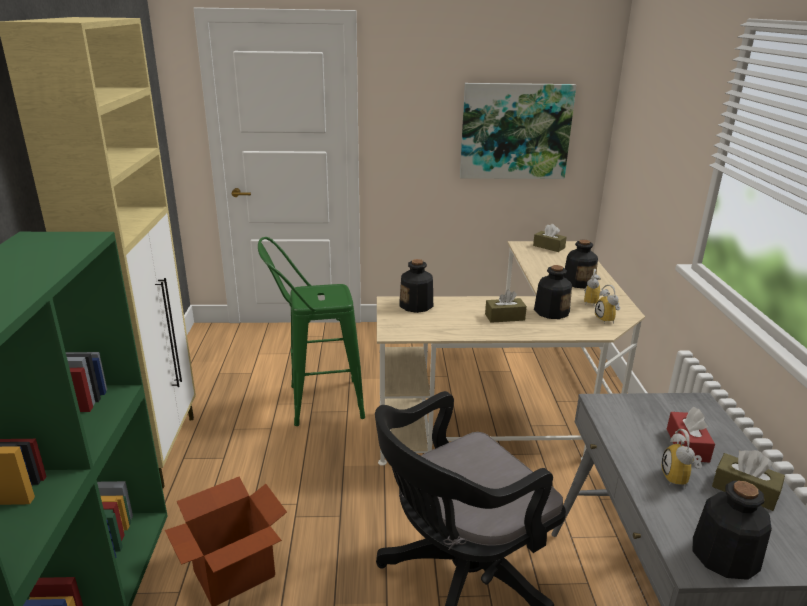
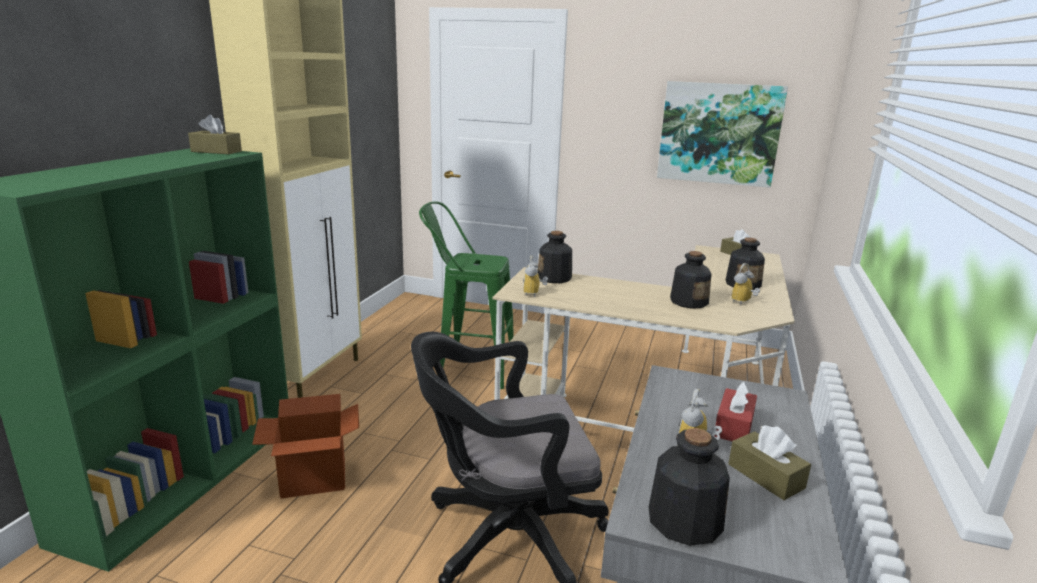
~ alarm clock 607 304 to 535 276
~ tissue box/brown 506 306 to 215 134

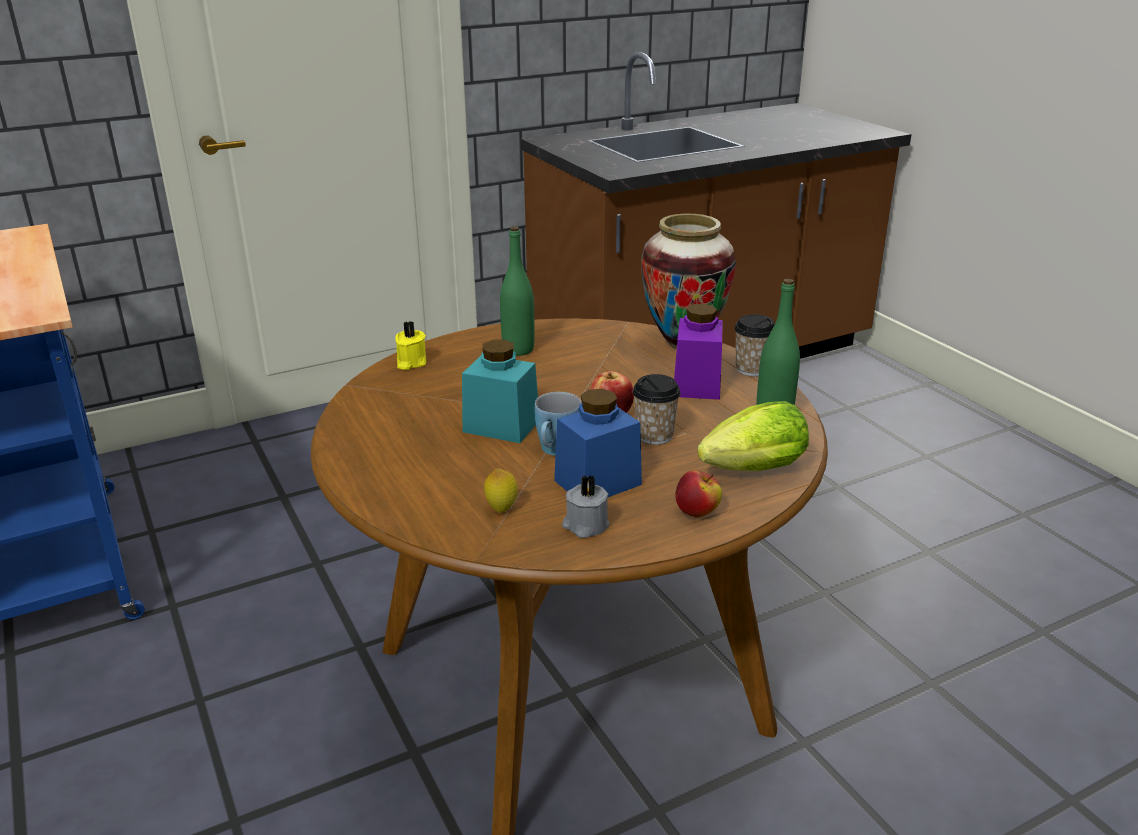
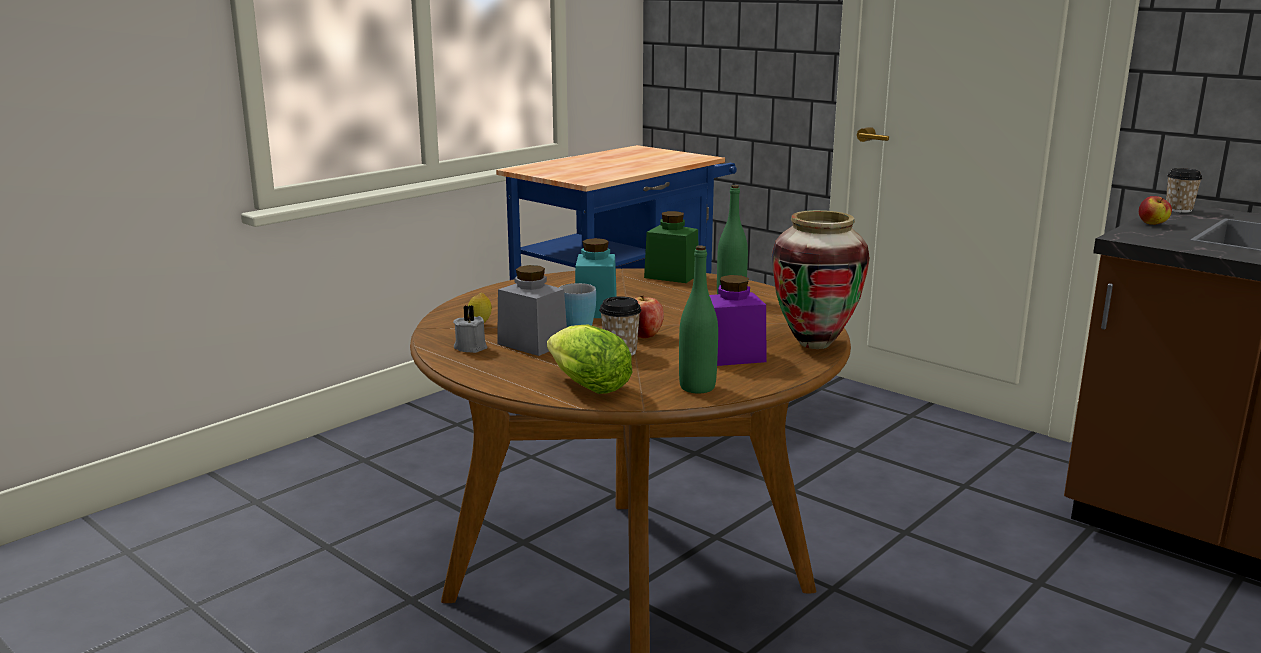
~ cup 754 345 to 1184 190
~ candle/yellow 410 345 to jar/green 671 247
~ jar/blue 598 443 to jar/grey 532 310
~ apple 698 493 to 1155 210

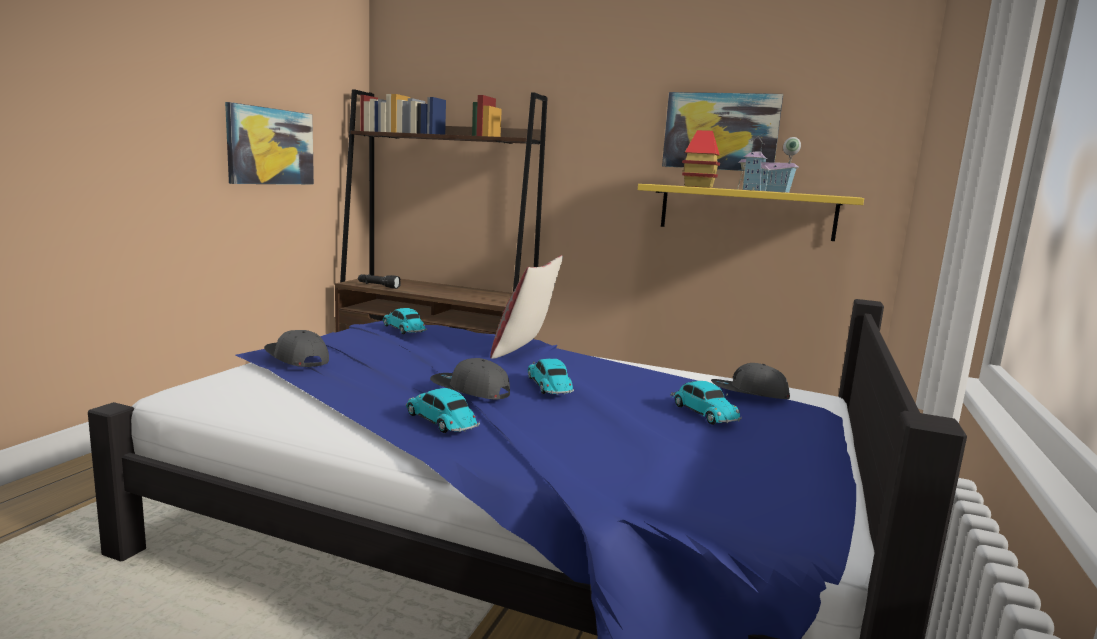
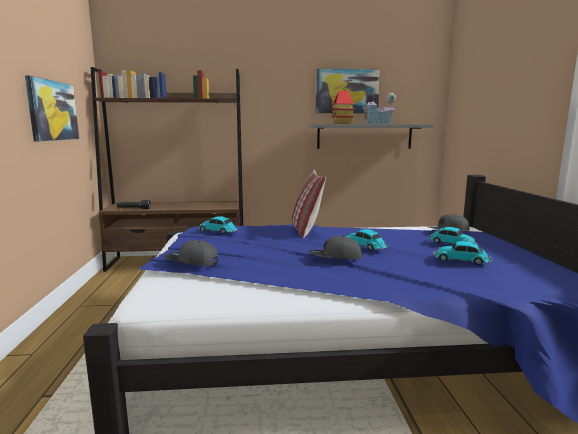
~ shelf/yellow 751 212 to shelf/grey 370 136
~ toy car 443 410 to 462 253

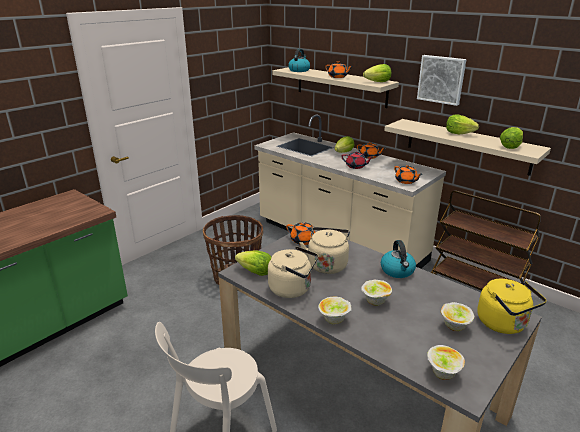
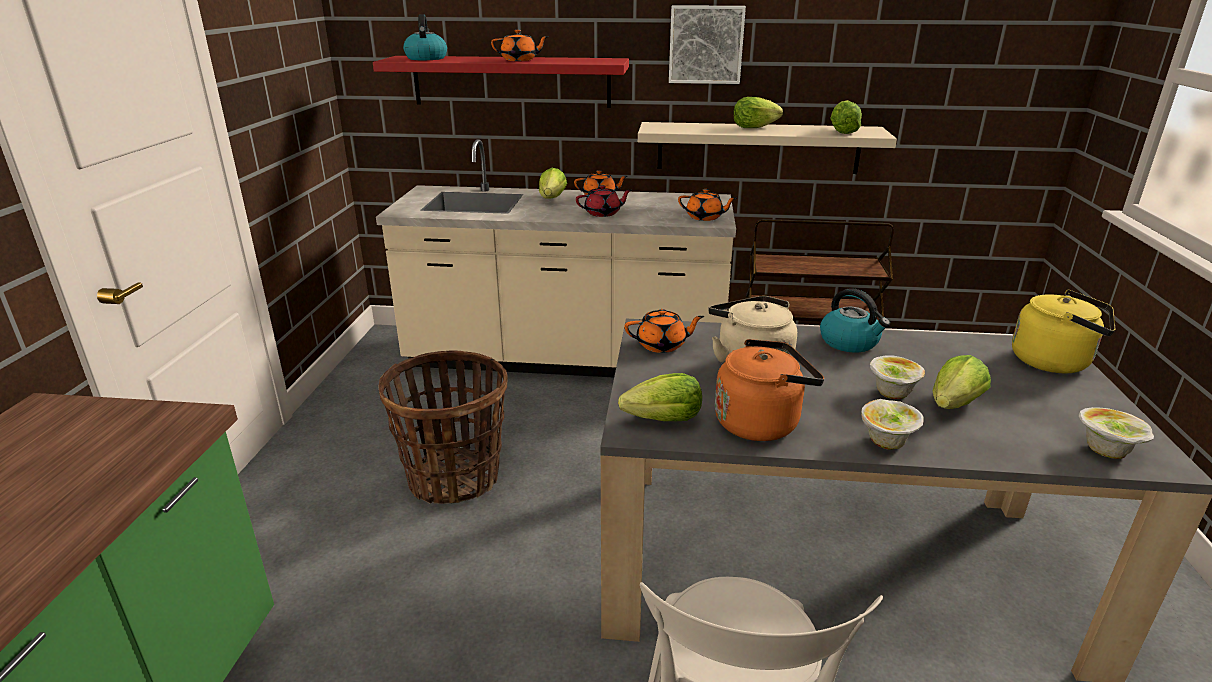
~ lettuce 377 73 to 962 382
~ shelf/beige 335 87 to shelf/red 501 82
~ kettle/beige 293 272 to kettle/orange 769 390
- bowl 457 316

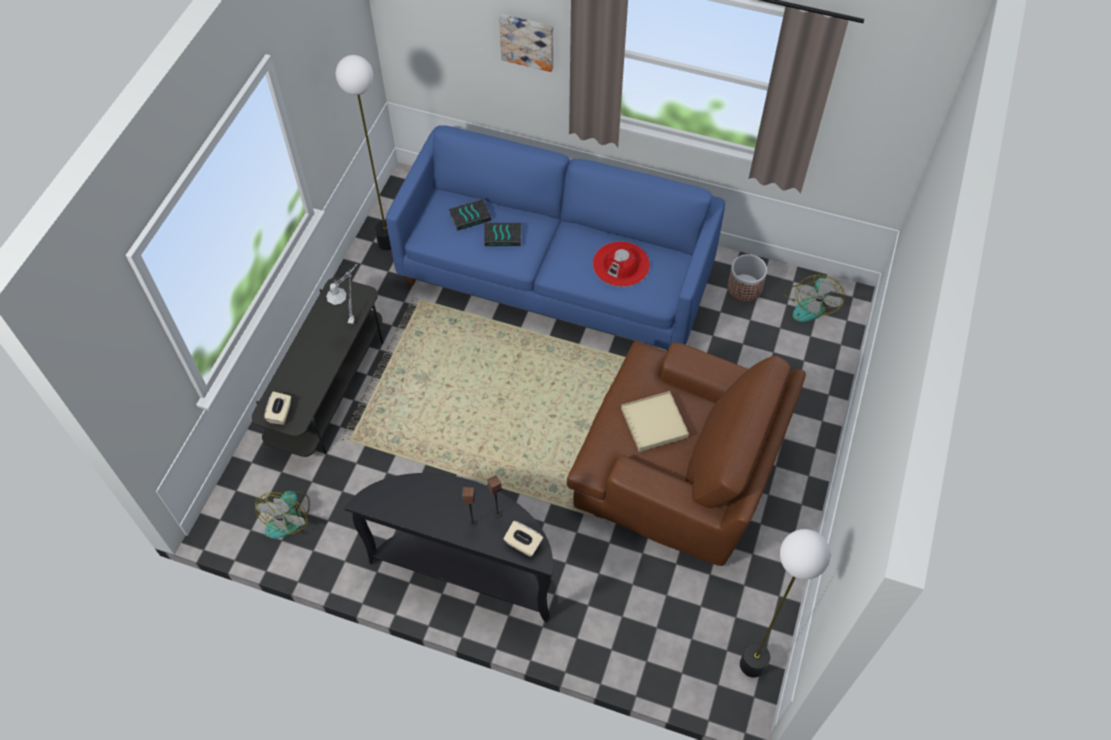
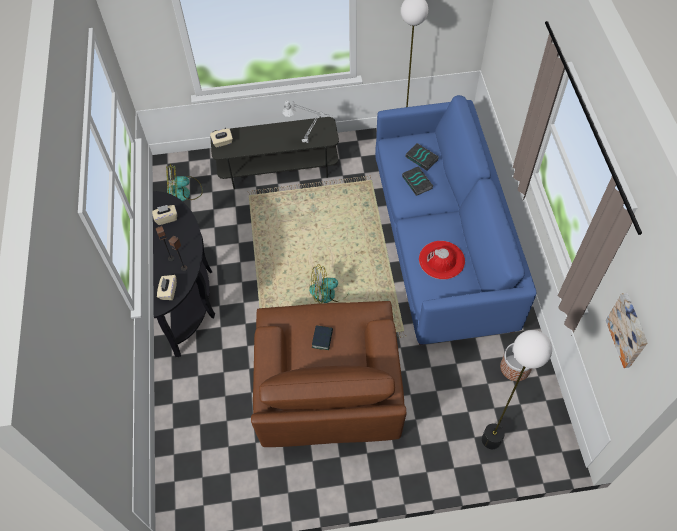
~ picture 526 43 to 627 330
~ fan 814 298 to 328 283
~ tray/beige 655 421 to book 322 337
~ floor lamp 785 603 to 517 389
+ tissue box/beige 164 215

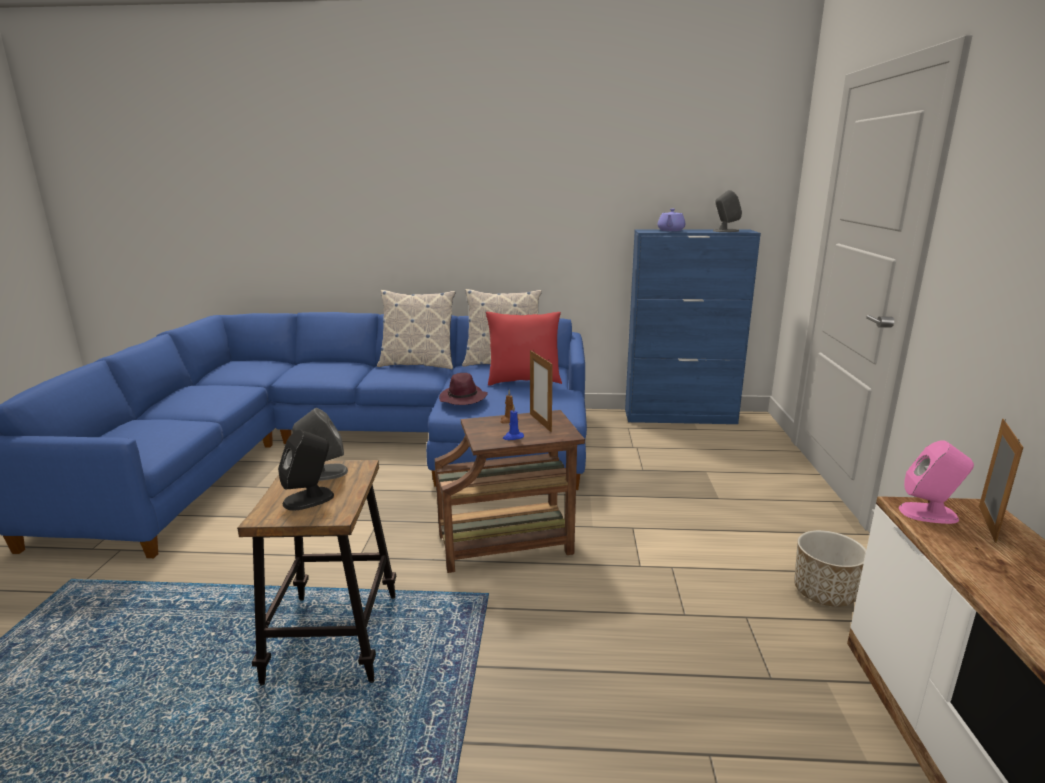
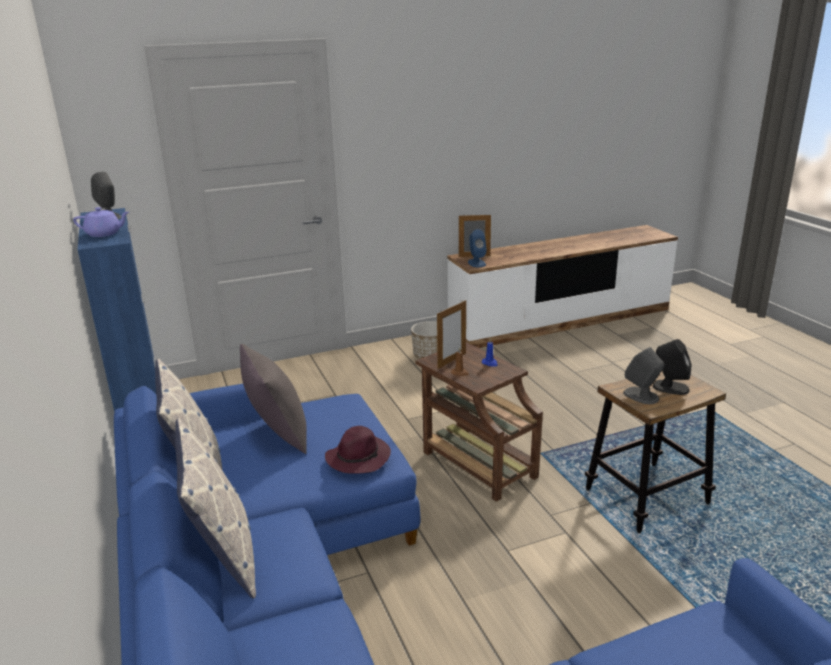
~ pillow/red 524 349 to pillow/grey 273 399
~ speaker/pink 936 482 to speaker/blue 477 248

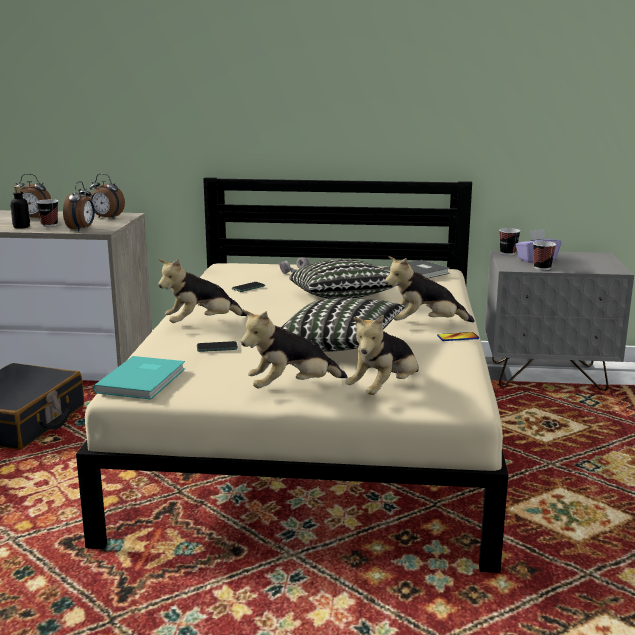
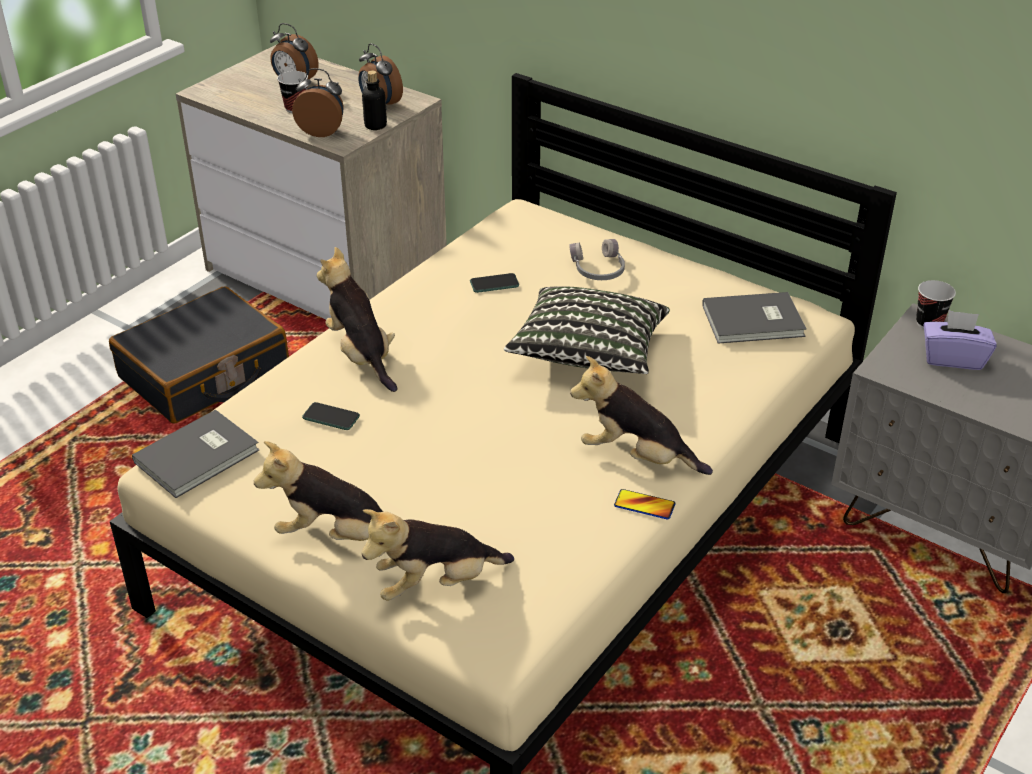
~ alarm clock 79 206 = 318 102 120 degrees counterclockwise
~ bottle 20 207 to 374 100
- cup 544 255
~ plush toy 202 291 = 357 319 60 degrees clockwise
- pillow 343 325
~ book/turquoise 139 377 to book/grey 196 453

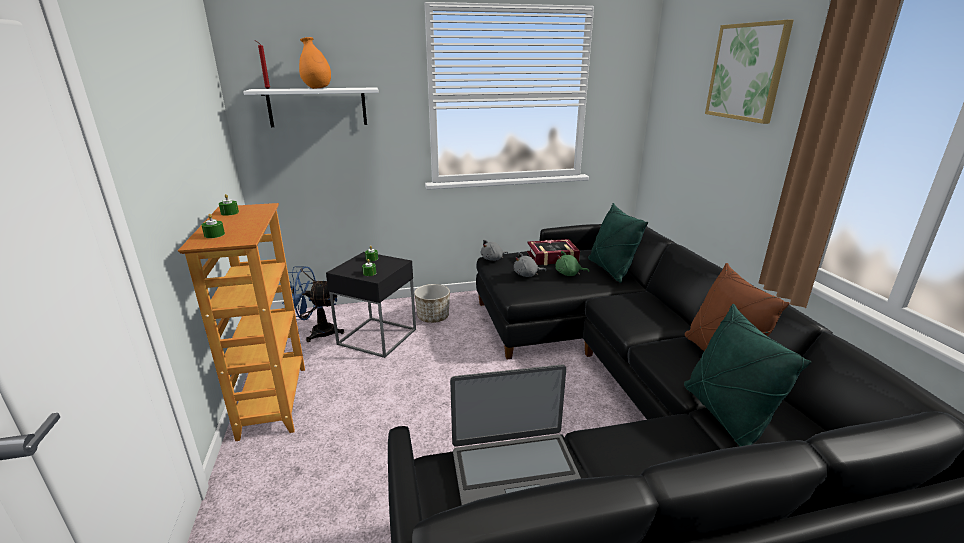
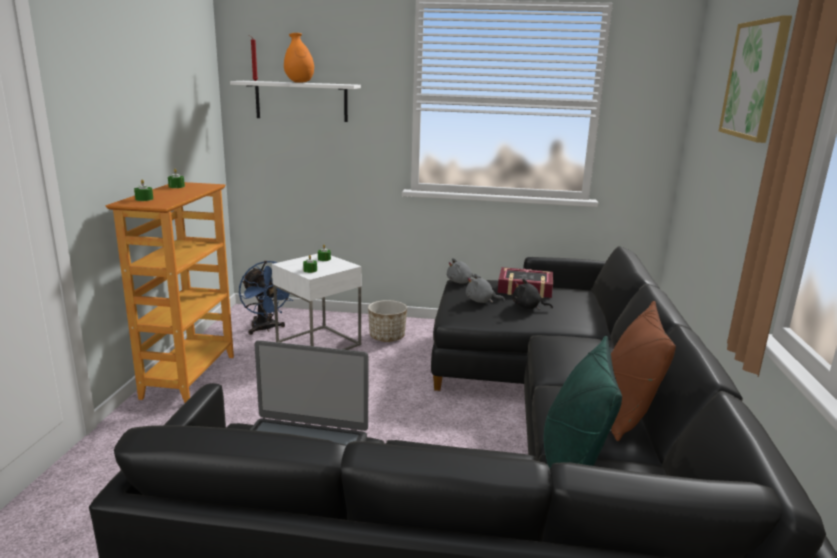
- pillow/green 618 243
~ plush toy/green 572 263 to plush toy/black 532 294
~ side table/black 371 305 to side table/white 317 302
~ fan/blue 313 304 = 266 298 150 degrees counterclockwise

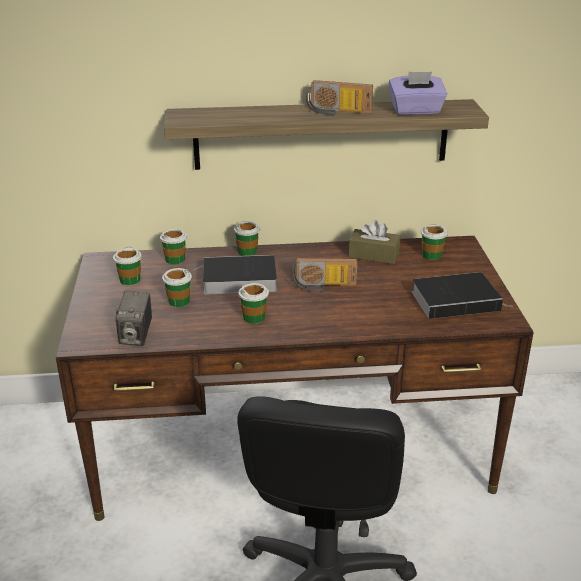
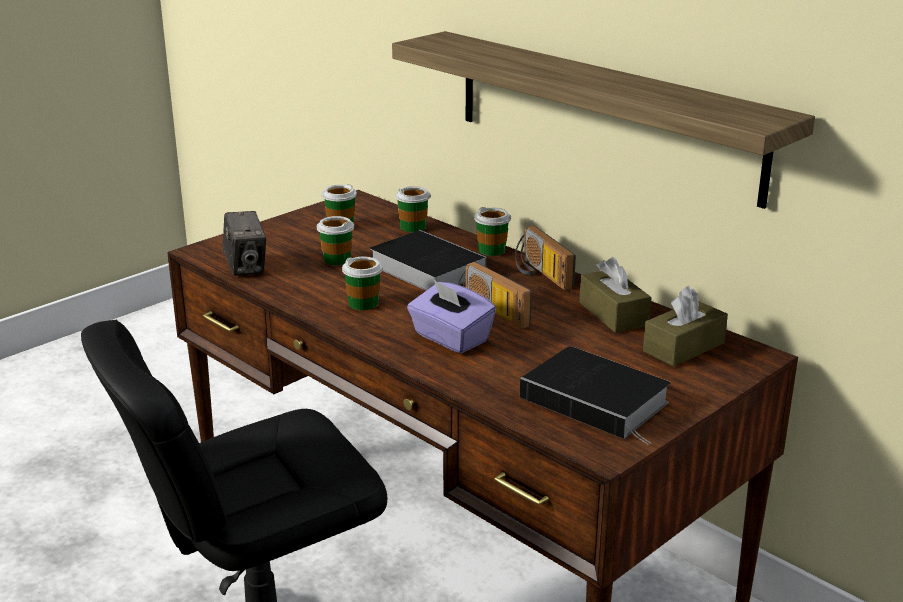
~ tissue box/purple 418 93 to 451 316
~ radio 339 97 to 545 258
~ cup 434 242 to tissue box/brown 685 326
~ photo camera 134 318 = 244 243 75 degrees counterclockwise

